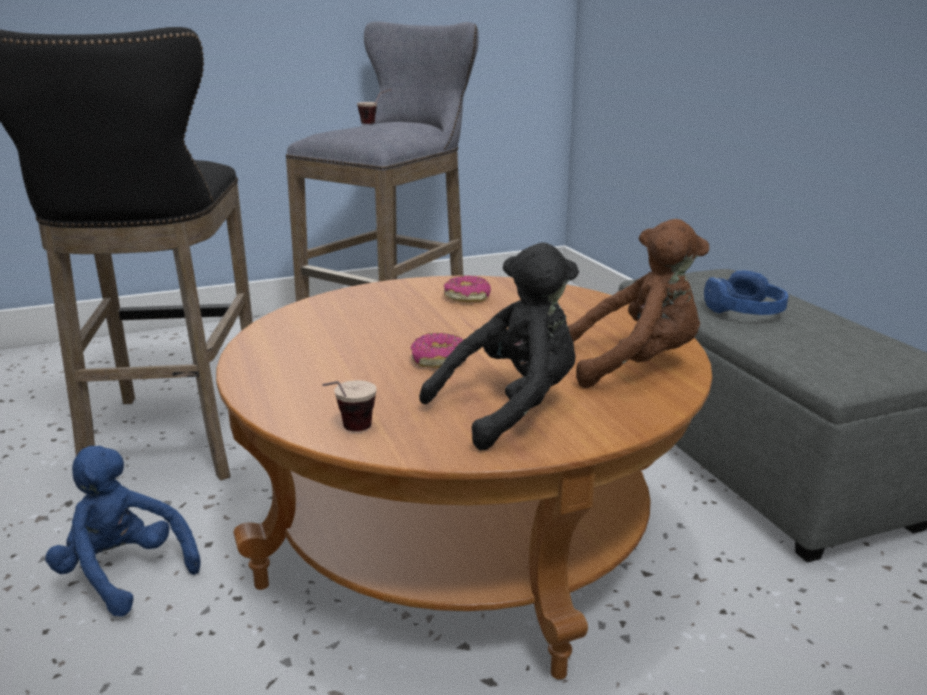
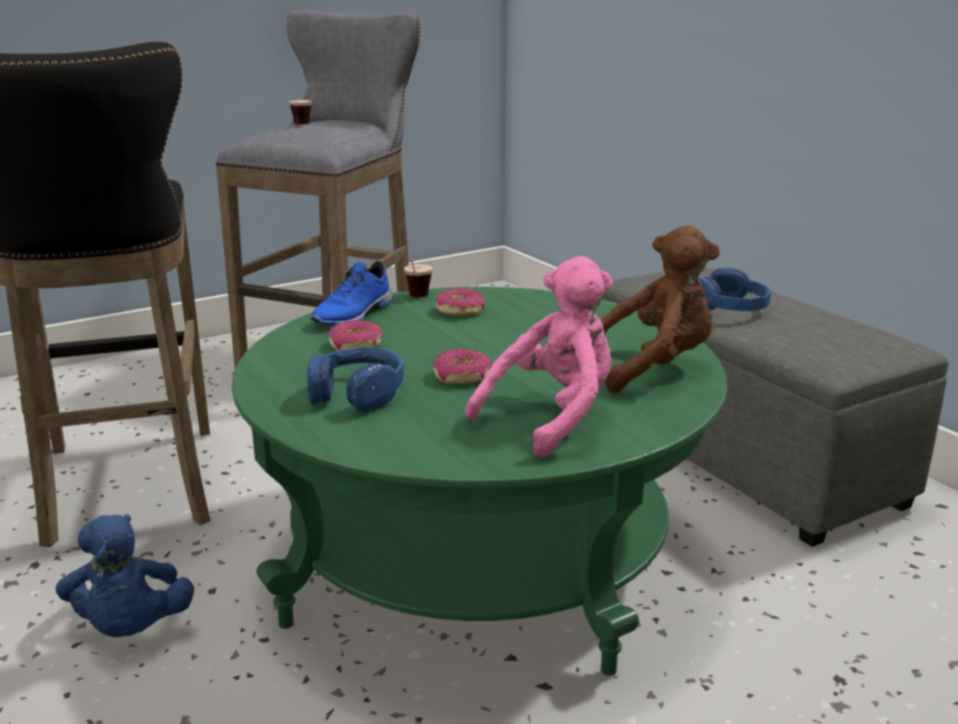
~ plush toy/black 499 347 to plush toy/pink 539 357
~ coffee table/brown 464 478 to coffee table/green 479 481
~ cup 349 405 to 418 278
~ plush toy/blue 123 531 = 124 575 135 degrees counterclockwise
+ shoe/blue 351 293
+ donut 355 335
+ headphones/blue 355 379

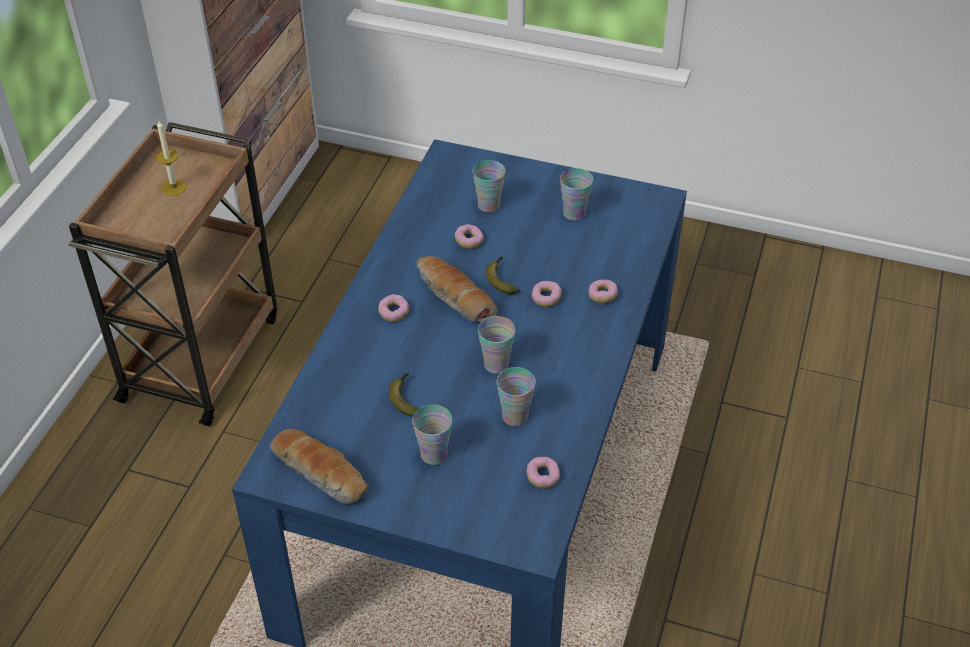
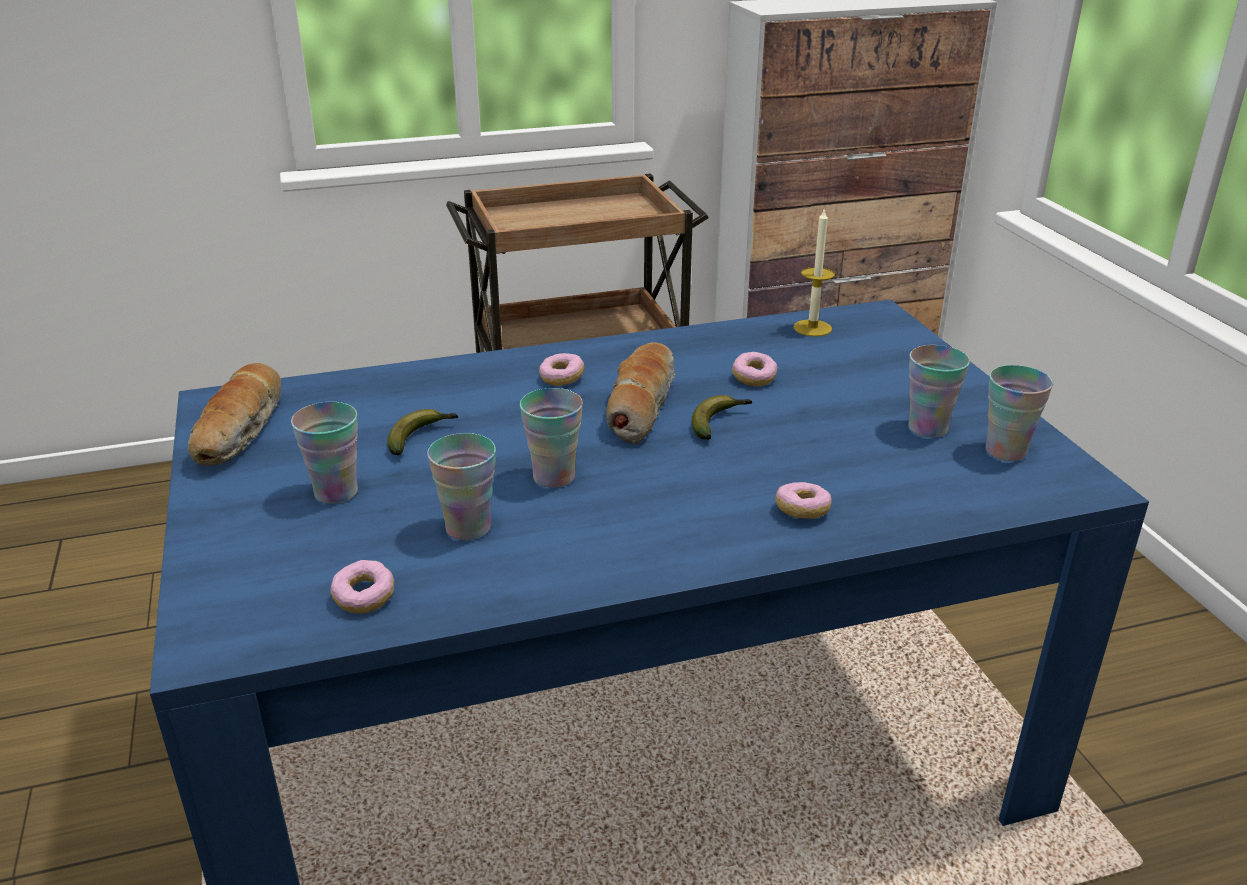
~ candle 171 158 to 814 272
~ cup 489 186 to 1019 413
- donut 547 294

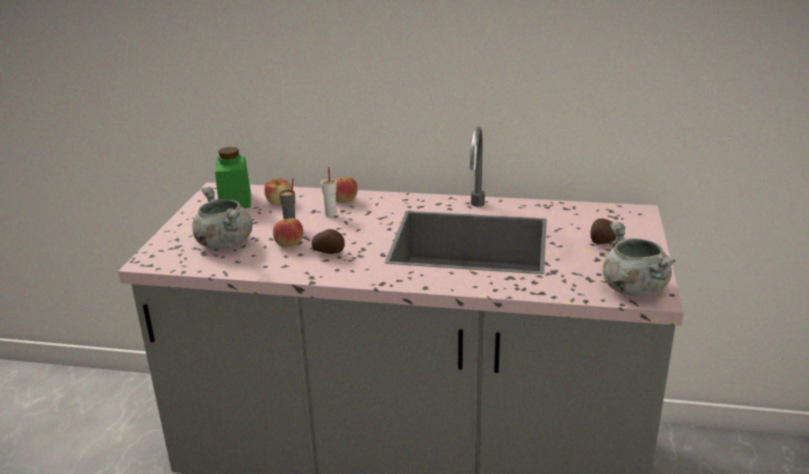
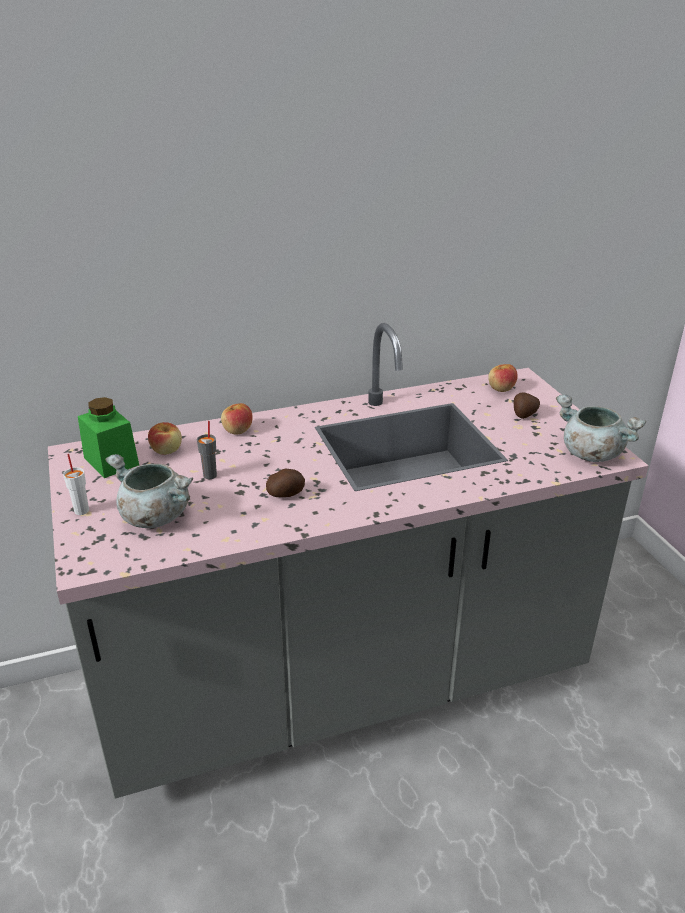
~ cup/white 329 192 to 76 484
~ apple 288 232 to 503 378

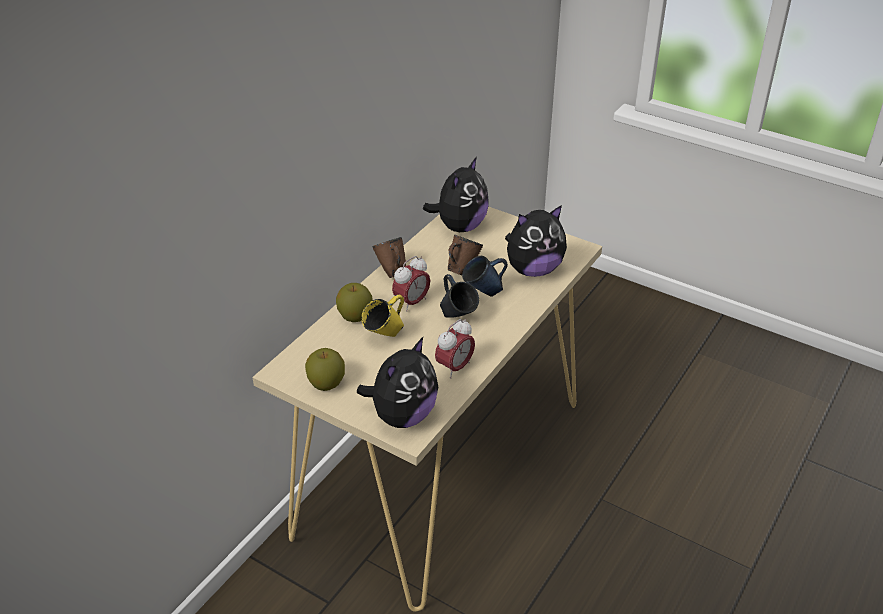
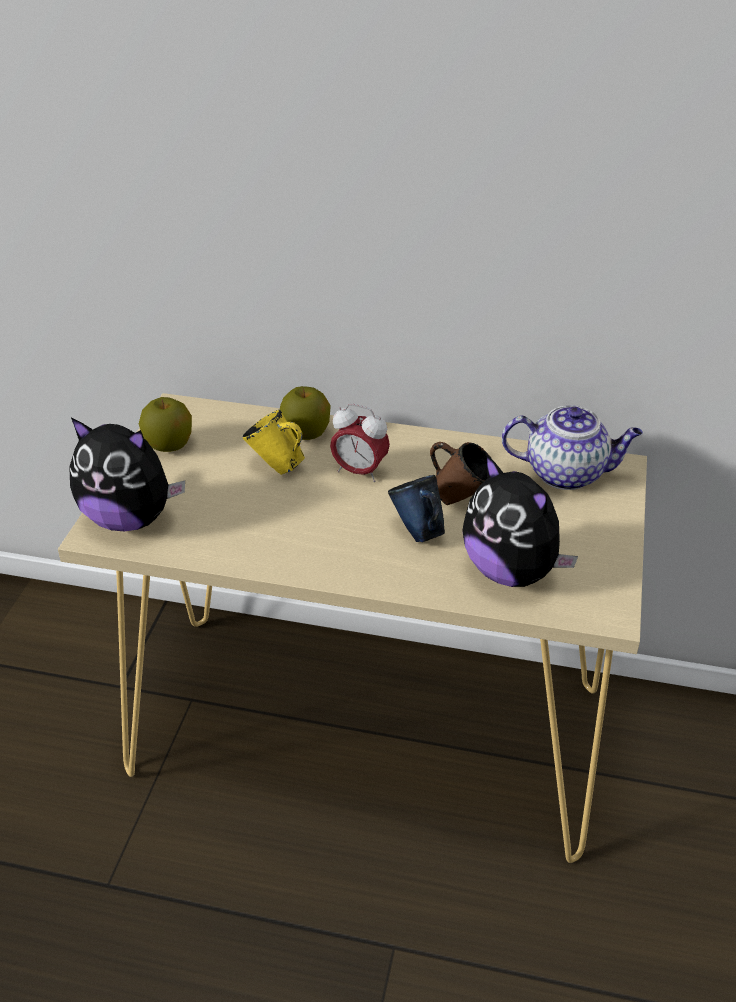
~ plush toy 456 194 to teapot 572 447
- mug/brown 389 257
- mug/blue 459 296
- alarm clock 455 349

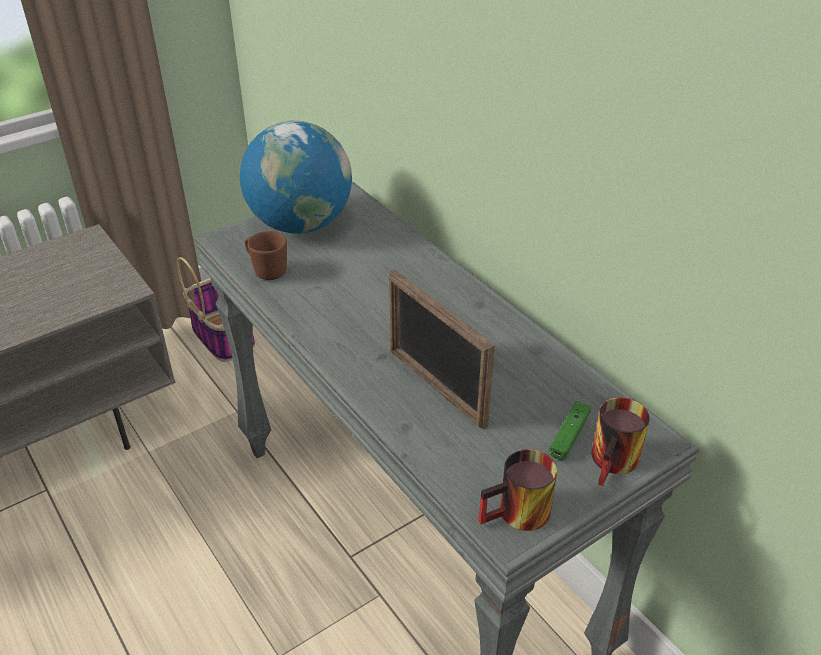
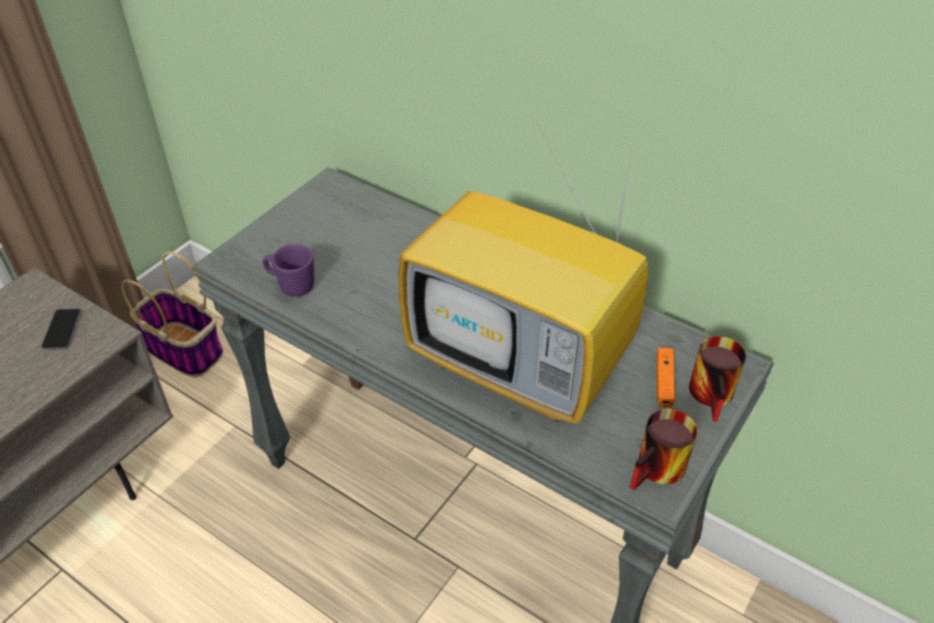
- globe 296 177
~ mug/brown 266 255 to mug/purple 288 270
~ picture frame 442 350 to television 523 274
~ game controller/green 570 430 to game controller/orange 665 377
+ phone 61 329

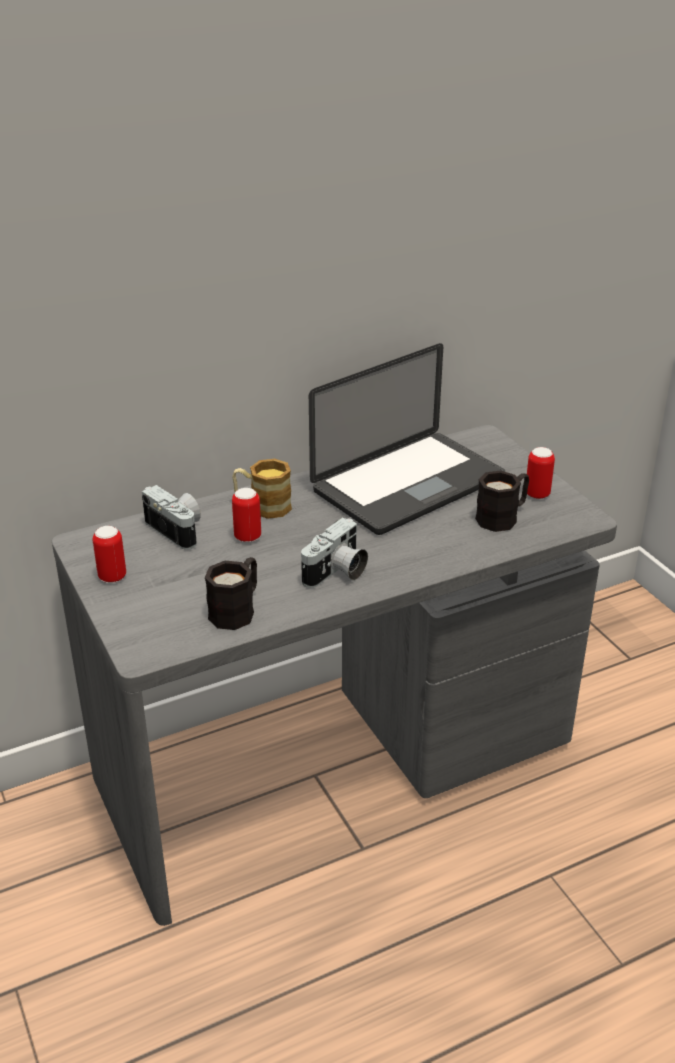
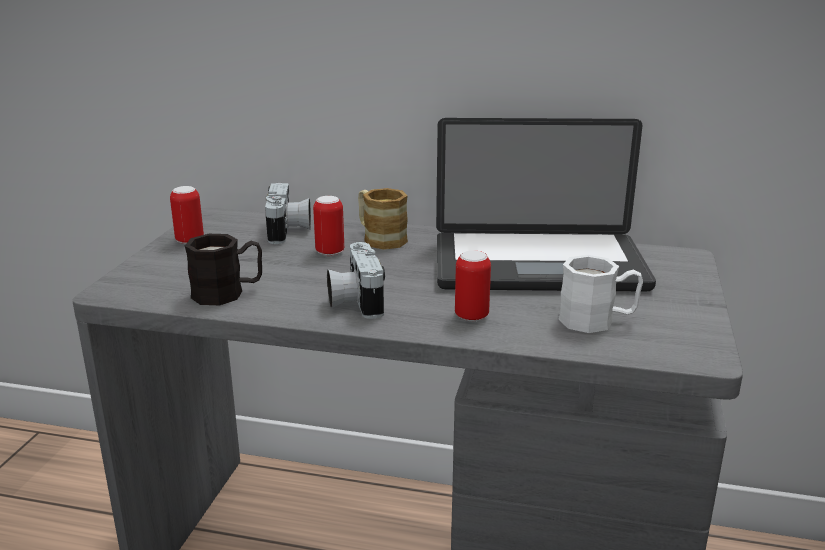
~ can 541 473 to 473 286
~ mug/black 502 501 to mug/white 600 294
~ photo camera 334 553 = 356 280 90 degrees clockwise

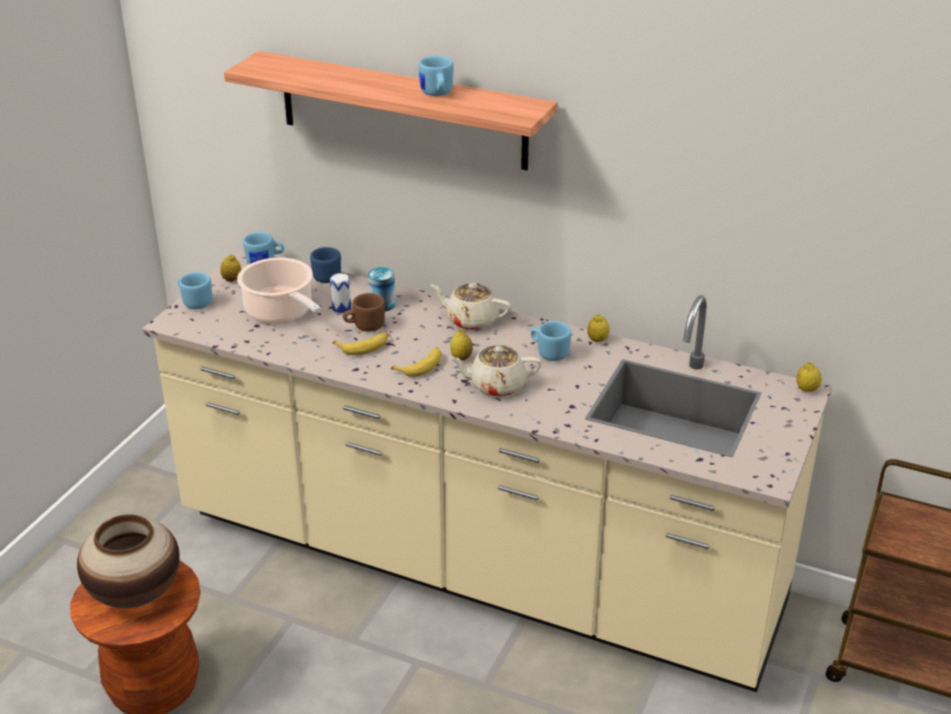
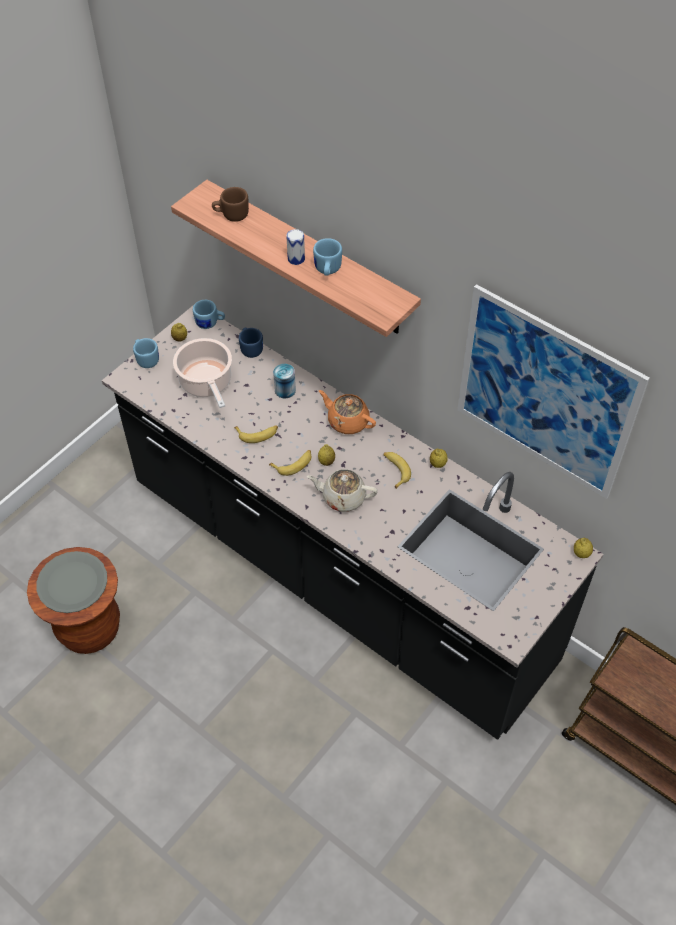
~ counter/beige 487 470 to counter/black 353 522
~ can 340 293 to 295 247
~ teapot/beige 470 306 to teapot/orange 347 412
~ mug/brown 364 312 to 230 204
~ mug/blue 551 341 to banana 397 470
~ vase 128 561 to plate/grey 72 582
+ picture 553 391

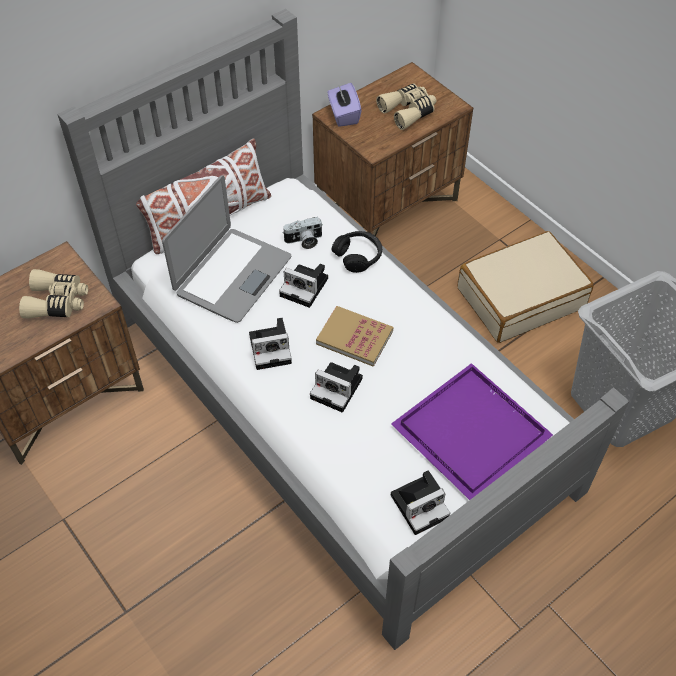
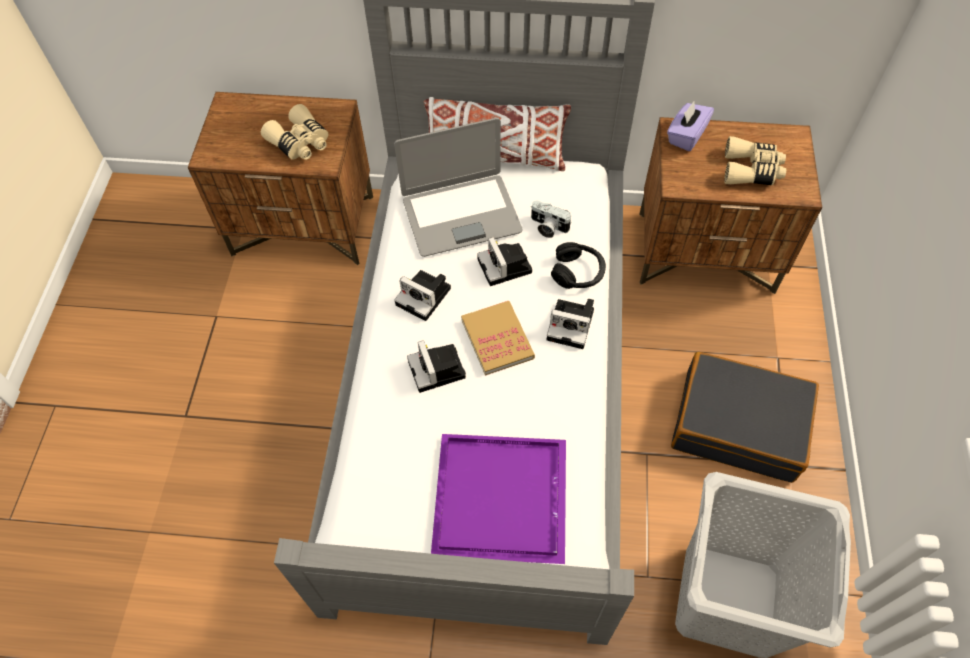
~ suitcase/beige 525 287 to suitcase/black 745 417
~ photo camera 420 502 to 570 323

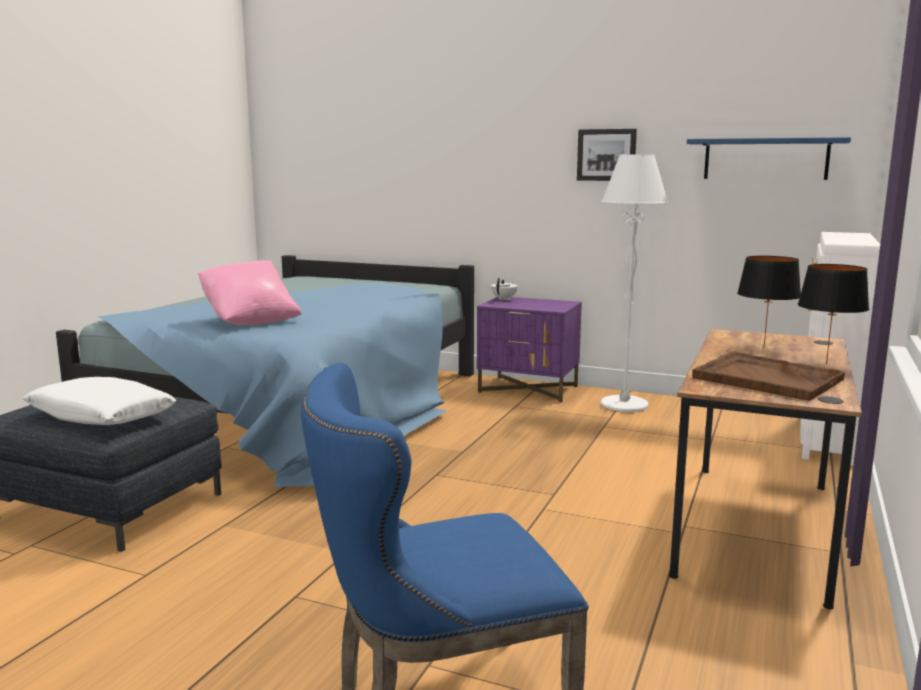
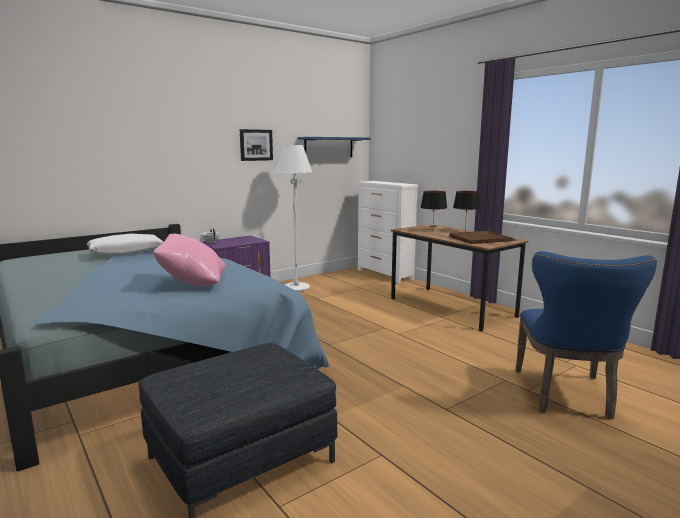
~ pillow/white 100 401 to 125 244

